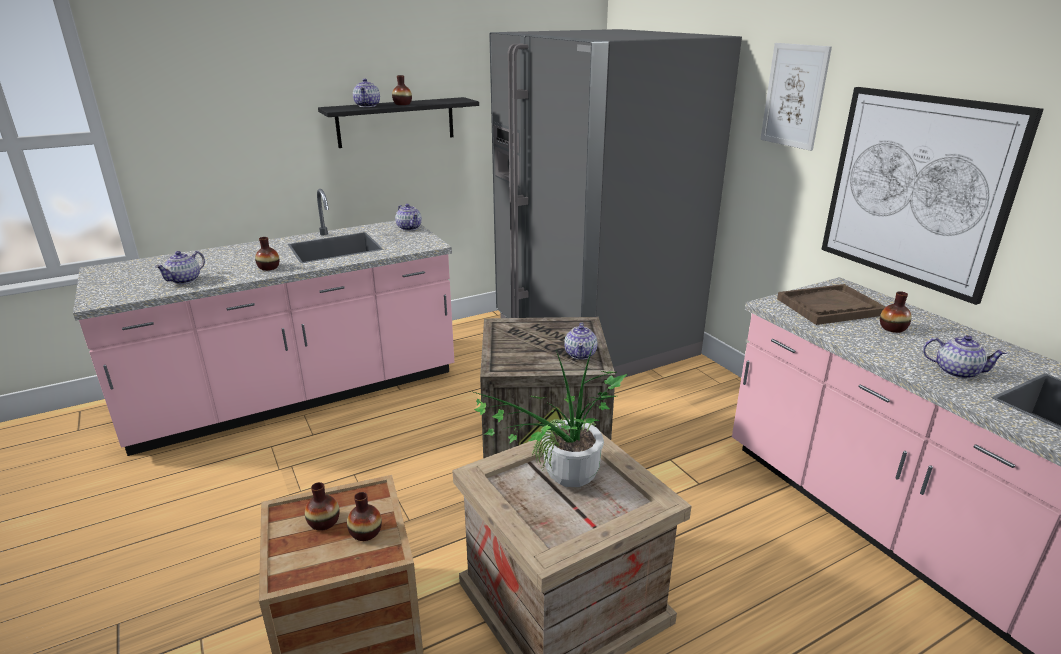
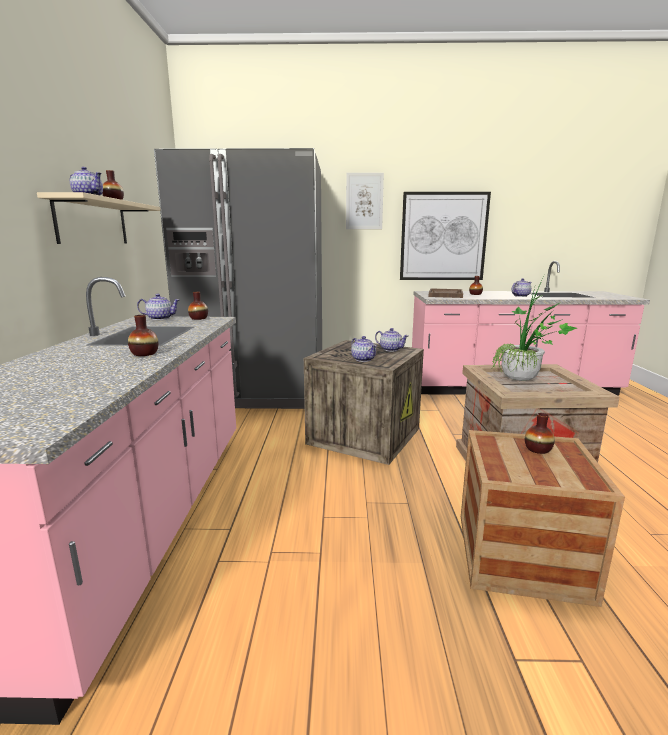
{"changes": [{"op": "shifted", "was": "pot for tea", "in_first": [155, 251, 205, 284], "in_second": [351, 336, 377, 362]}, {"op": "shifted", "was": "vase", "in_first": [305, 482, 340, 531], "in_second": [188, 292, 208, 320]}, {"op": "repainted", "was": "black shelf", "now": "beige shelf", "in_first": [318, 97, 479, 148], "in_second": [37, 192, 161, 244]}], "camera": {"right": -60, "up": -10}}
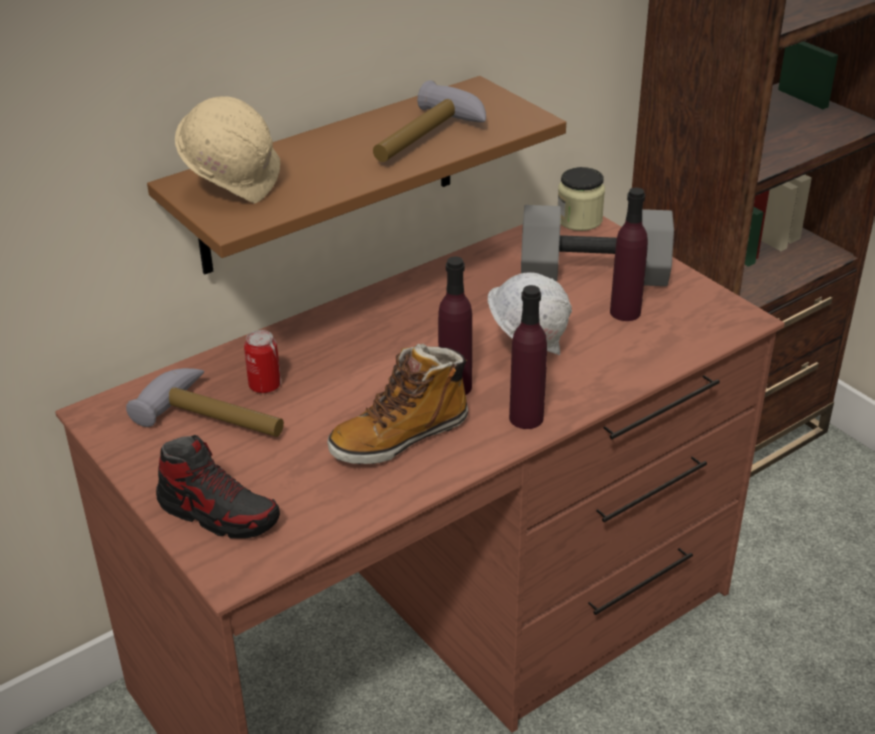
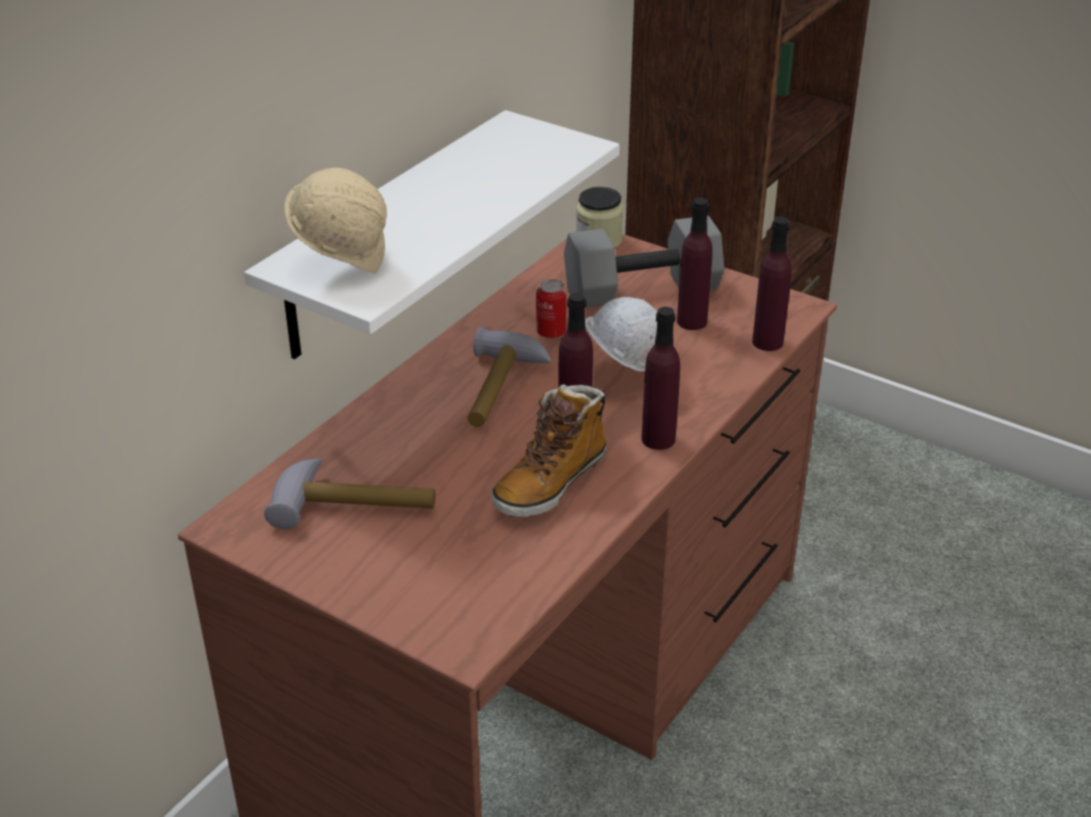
{"changes": [{"op": "gone", "was": "low shoe", "in_first": [156, 435, 280, 539]}, {"op": "new", "now": "purplish bottle", "in_second": [752, 217, 792, 351]}, {"op": "shifted", "was": "metal can", "in_first": [244, 330, 281, 393], "in_second": [536, 279, 566, 338]}, {"op": "shifted", "was": "hand hammer", "in_first": [373, 80, 486, 162], "in_second": [467, 326, 551, 427]}, {"op": "repainted", "was": "brown-coloured shelf", "now": "whitish shelf", "in_first": [147, 76, 566, 274], "in_second": [244, 110, 619, 359]}], "camera": {"right": -20, "up": 0}}
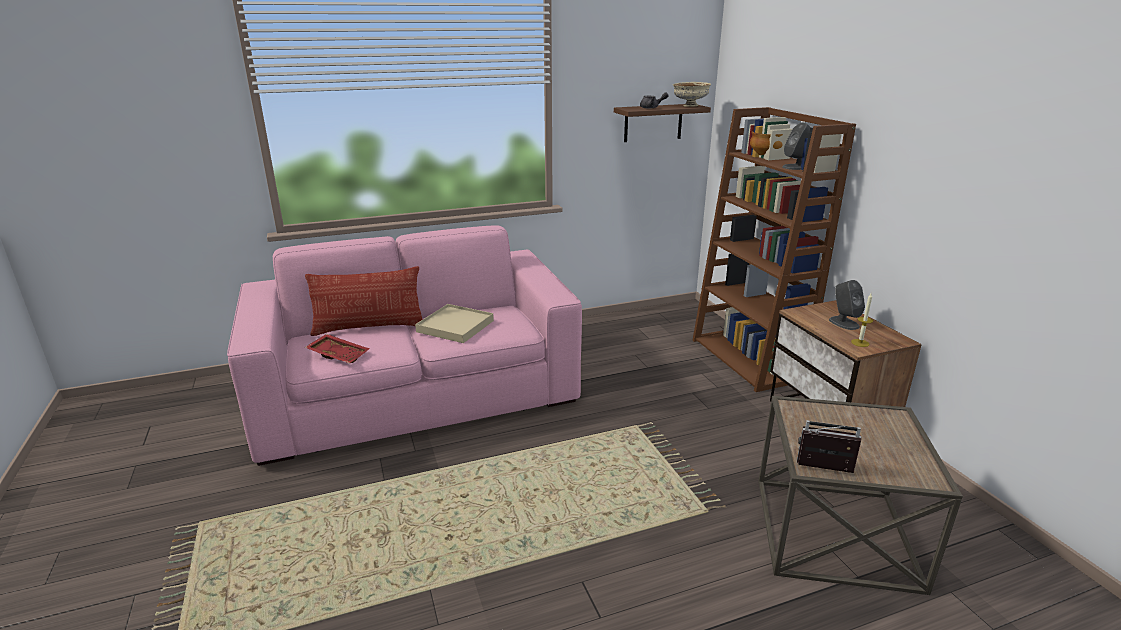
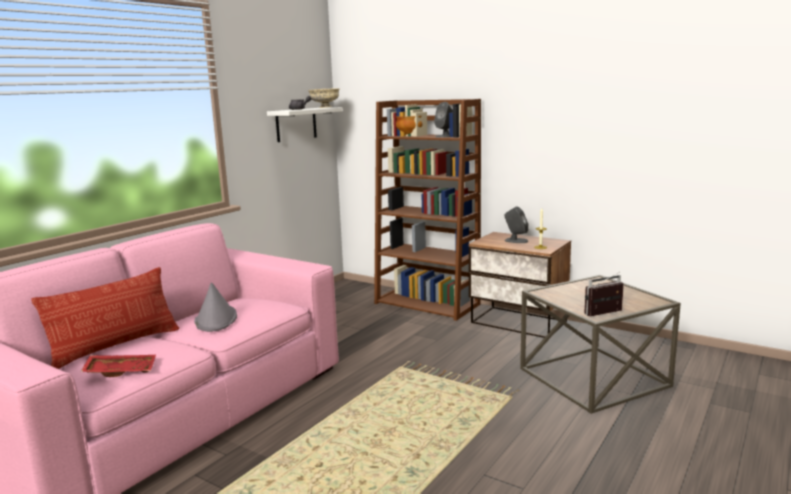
{"changes": [{"op": "swapped", "was": "beige tray", "now": "gray hat", "in_first": [415, 304, 494, 343], "in_second": [194, 282, 237, 332]}, {"op": "repainted", "was": "brown-coloured shelf", "now": "whitish shelf", "in_first": [614, 104, 711, 142], "in_second": [267, 107, 343, 142]}], "camera": {"right": -35, "up": -10}}
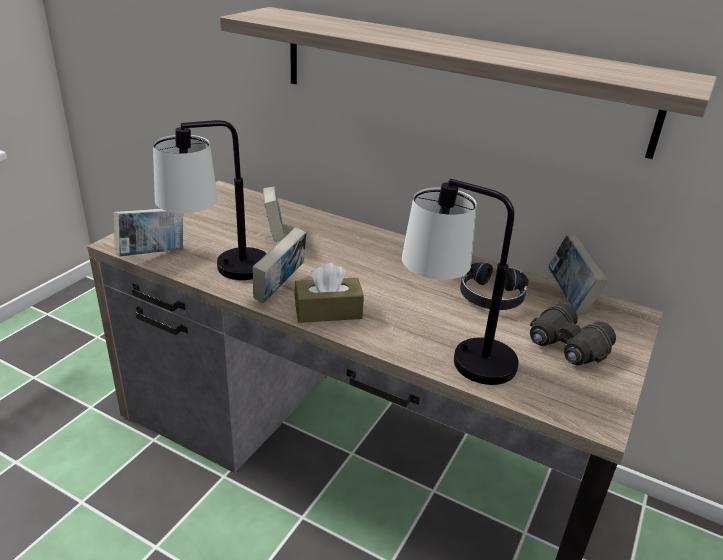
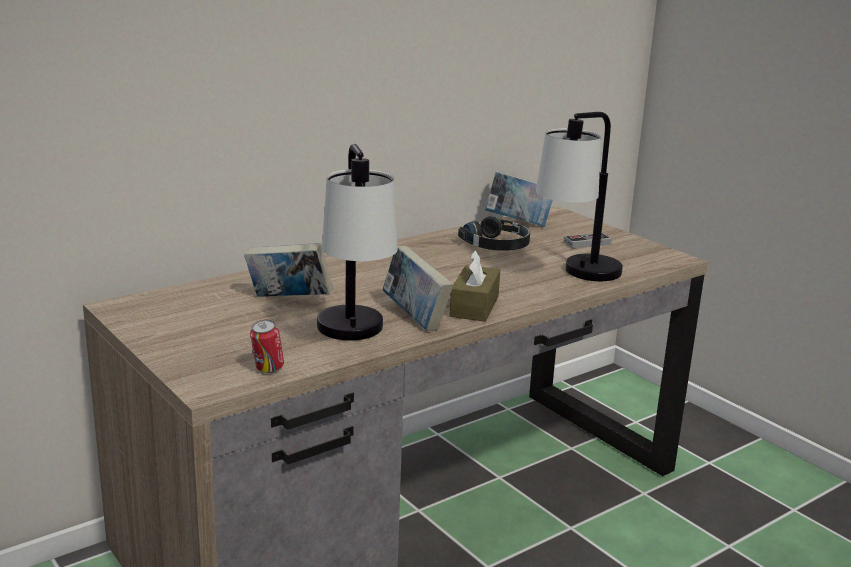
{"changes": [{"op": "gone", "was": "shelf", "in_first": [220, 7, 717, 159]}, {"op": "swapped", "was": "book", "now": "metal can", "in_first": [113, 209, 183, 256], "in_second": [250, 319, 284, 373]}, {"op": "swapped", "was": "black pair of binoculars", "now": "gamepad", "in_first": [530, 303, 616, 365], "in_second": [563, 233, 612, 248]}], "camera": {"right": -65, "up": -10}}
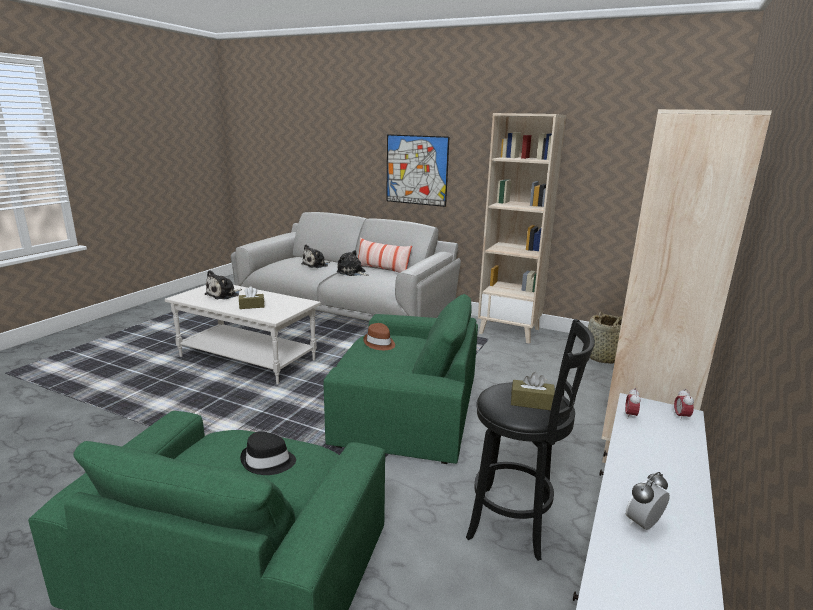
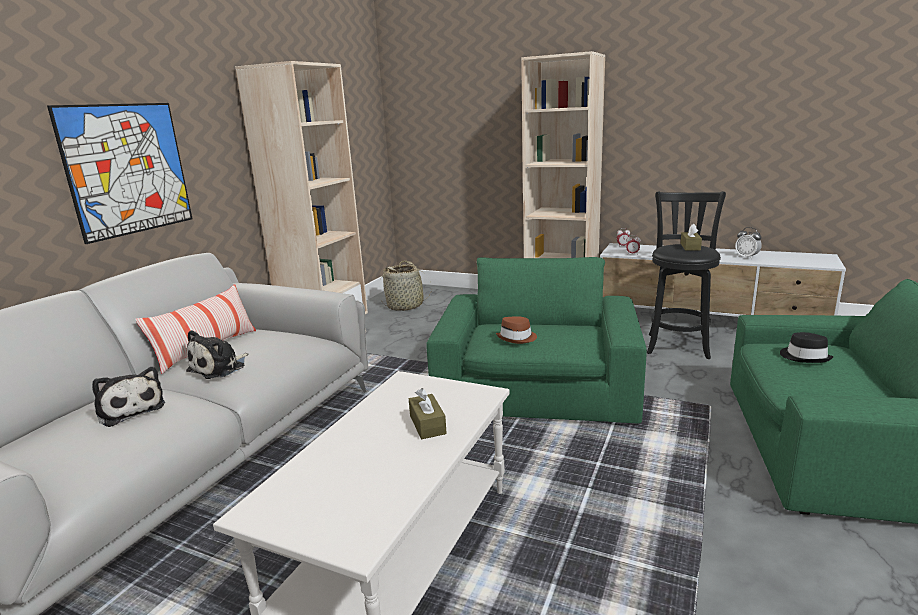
{"changes": [{"op": "gone", "was": "plush toy", "in_first": [204, 270, 242, 300]}], "camera": {"right": -90, "up": 0}}
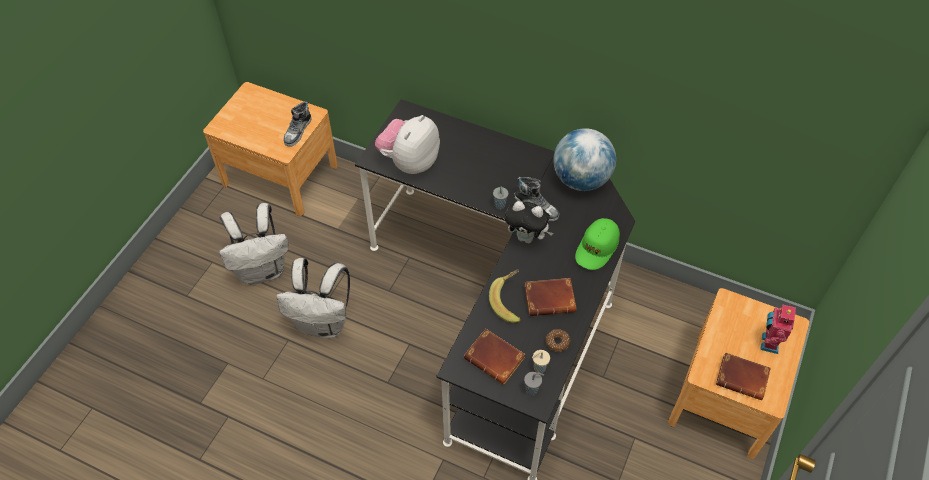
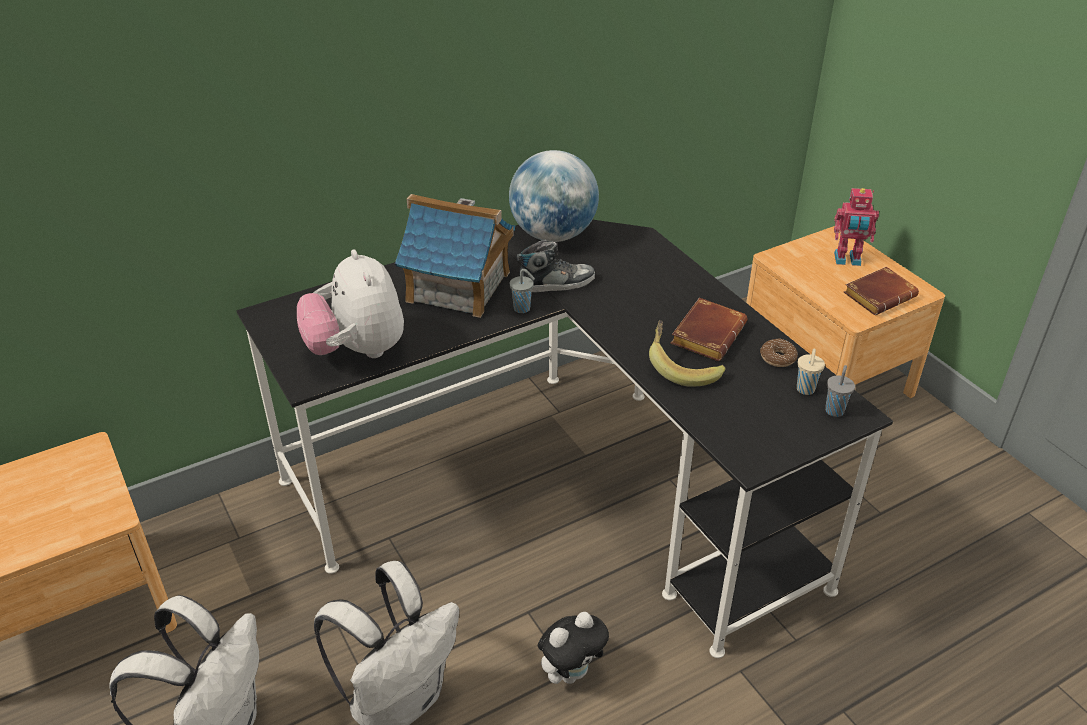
{"changes": [{"op": "gone", "was": "low shoe", "in_first": [284, 101, 311, 147]}, {"op": "gone", "was": "brown-coloured book", "in_first": [464, 329, 525, 385]}, {"op": "gone", "was": "green cap", "in_first": [575, 218, 620, 270]}, {"op": "new", "now": "miniature house", "in_second": [395, 194, 515, 318]}, {"op": "shifted", "was": "plush toy", "in_first": [505, 201, 553, 244], "in_second": [538, 612, 609, 684]}, {"op": "rotated", "was": "robot figure", "in_first": [760, 304, 796, 354], "in_second": [834, 188, 879, 266], "clockwise": -45}], "camera": {"right": -55, "up": -15}}
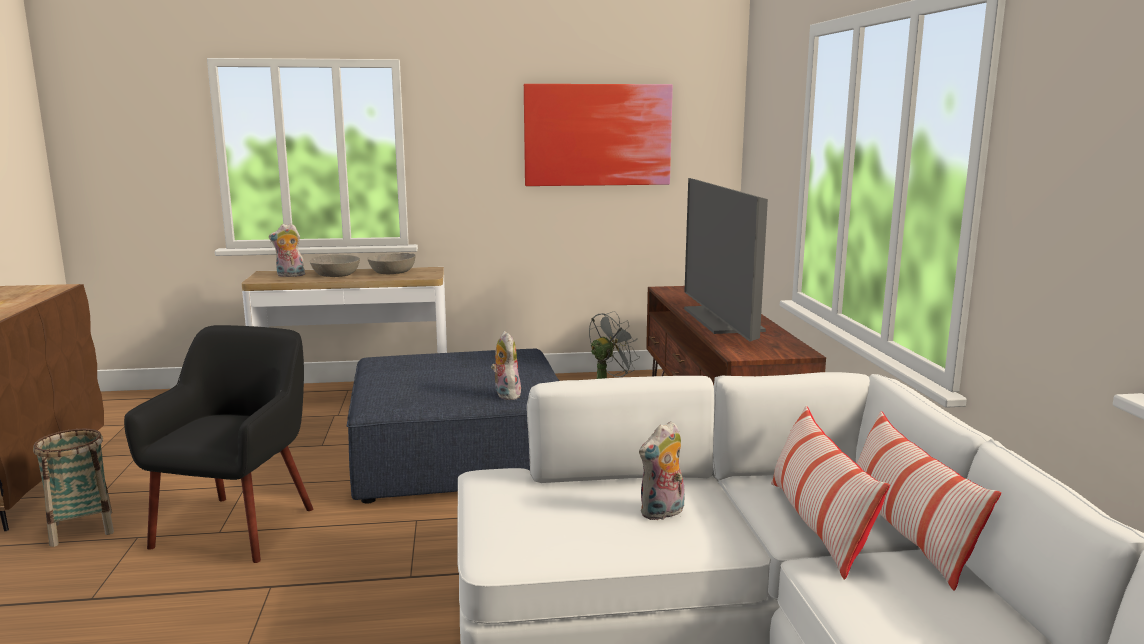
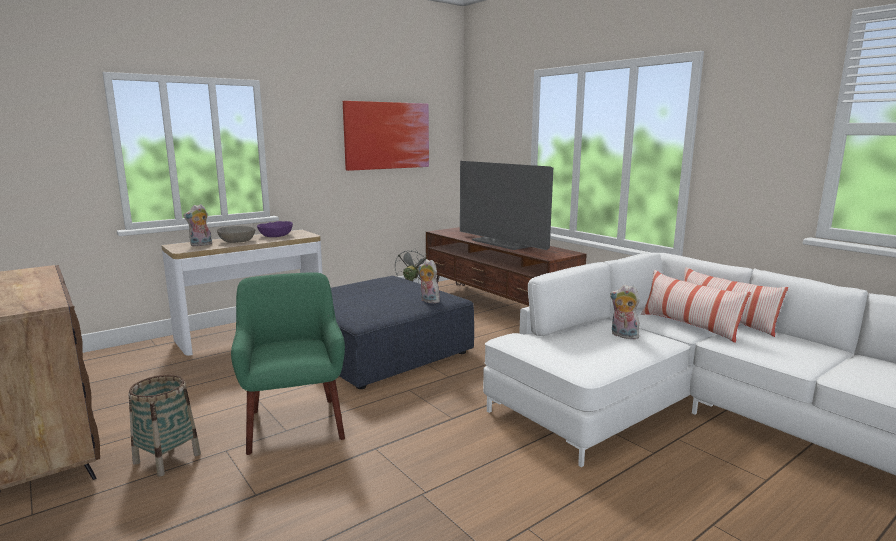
{"changes": [{"op": "repainted", "was": "black easy chair", "now": "green easy chair", "in_first": [124, 325, 313, 563], "in_second": [231, 272, 345, 455]}, {"op": "repainted", "was": "gray serving bowl", "now": "purplish serving bowl", "in_first": [367, 253, 416, 274], "in_second": [257, 221, 293, 237]}, {"op": "rotated", "was": "plush toy", "in_first": [639, 421, 685, 521], "in_second": [610, 285, 640, 339], "clockwise": 105}], "camera": {"right": -30, "up": 0}}
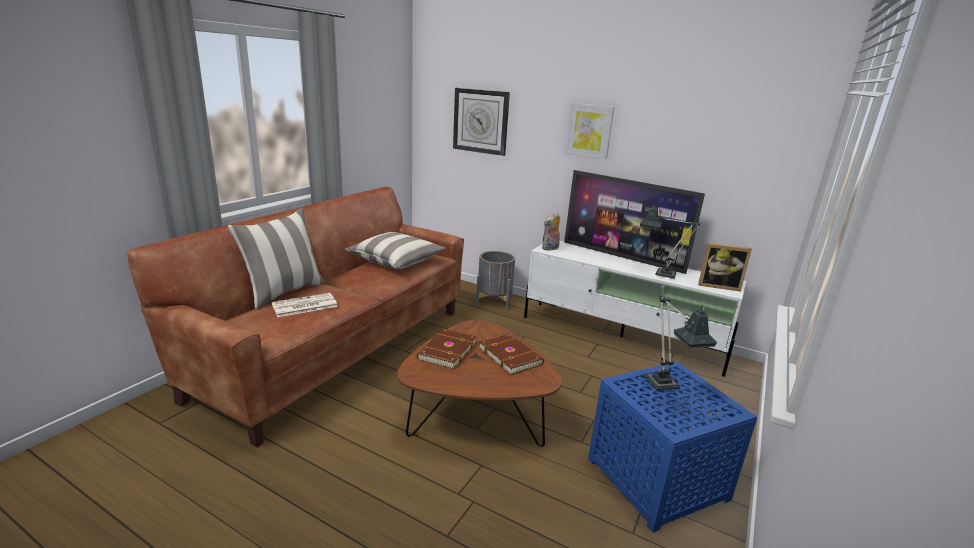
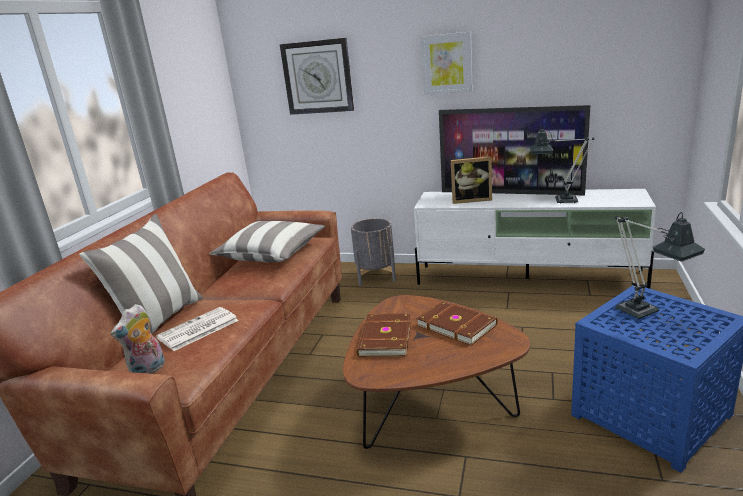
{"changes": [{"op": "shifted", "was": "plush toy", "in_first": [542, 211, 560, 251], "in_second": [111, 304, 165, 373]}, {"op": "shifted", "was": "standing frame", "in_first": [698, 243, 752, 292], "in_second": [451, 156, 492, 204]}], "camera": {"right": -10, "up": 0}}
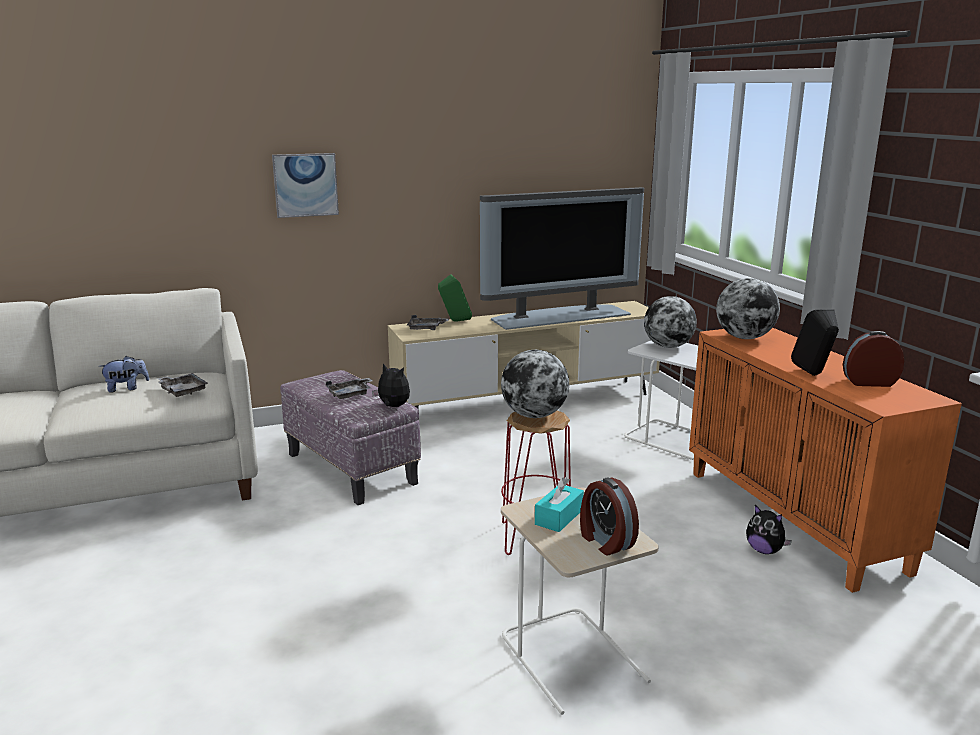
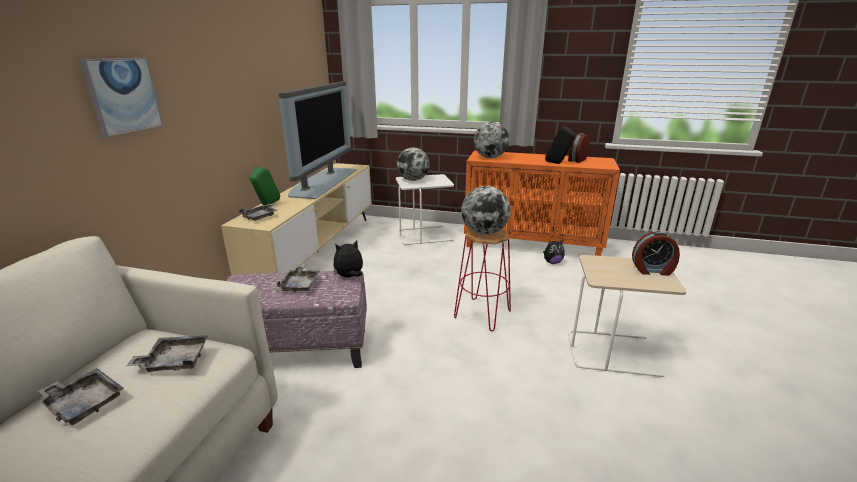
{"changes": [{"op": "gone", "was": "blue-green box of tissues", "in_first": [535, 477, 584, 532]}, {"op": "swapped", "was": "plush toy", "now": "gray tray", "in_first": [98, 356, 149, 393], "in_second": [38, 368, 124, 425]}], "camera": {"right": -55, "up": 5}}
